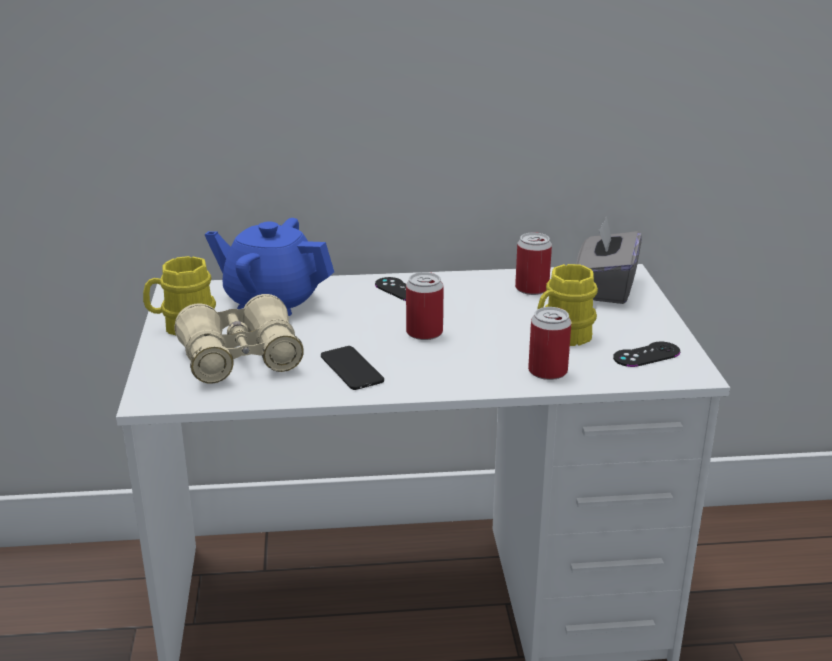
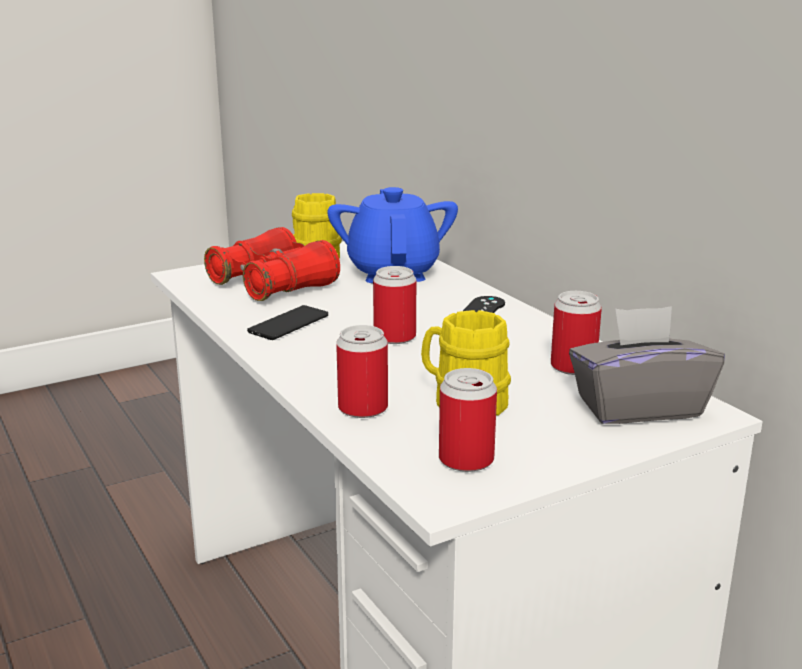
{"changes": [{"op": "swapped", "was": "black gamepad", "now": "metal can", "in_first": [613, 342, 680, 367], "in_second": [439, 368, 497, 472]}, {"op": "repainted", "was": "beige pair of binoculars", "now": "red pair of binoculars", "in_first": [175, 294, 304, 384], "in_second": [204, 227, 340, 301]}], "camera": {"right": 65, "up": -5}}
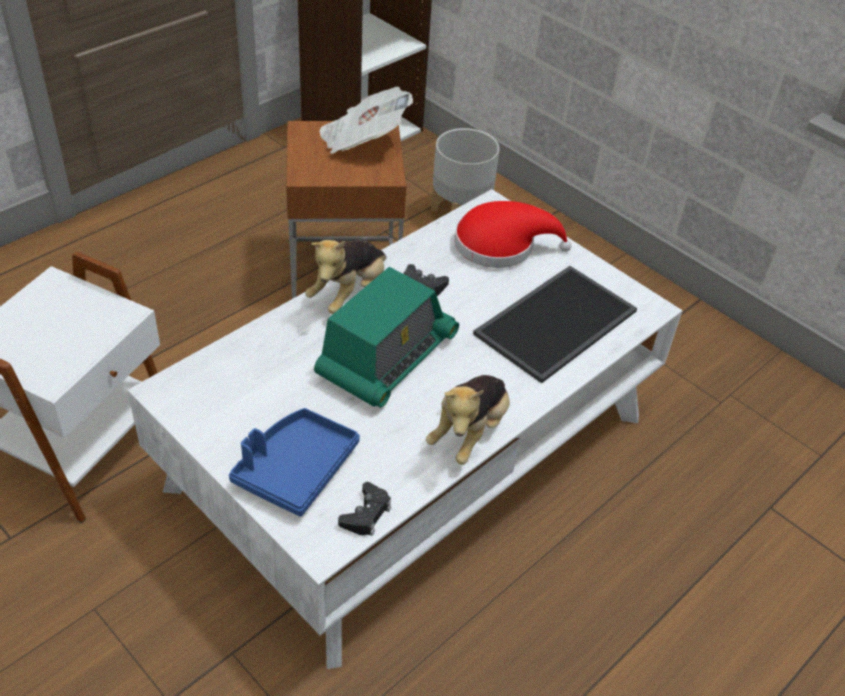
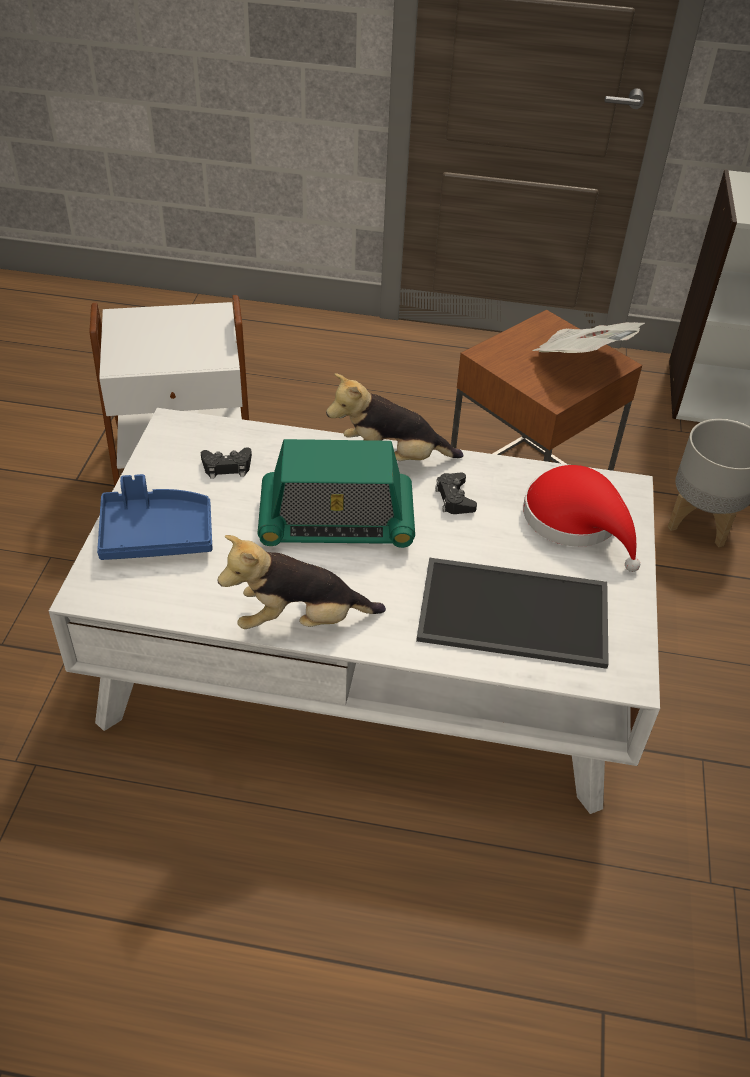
{"changes": [{"op": "shifted", "was": "black gamepad", "in_first": [338, 482, 391, 536], "in_second": [201, 447, 252, 479]}], "camera": {"right": 55, "up": 0}}
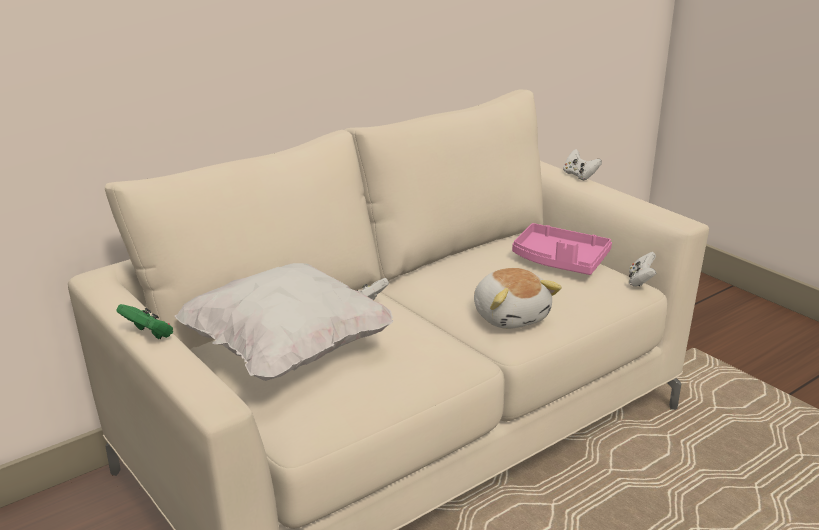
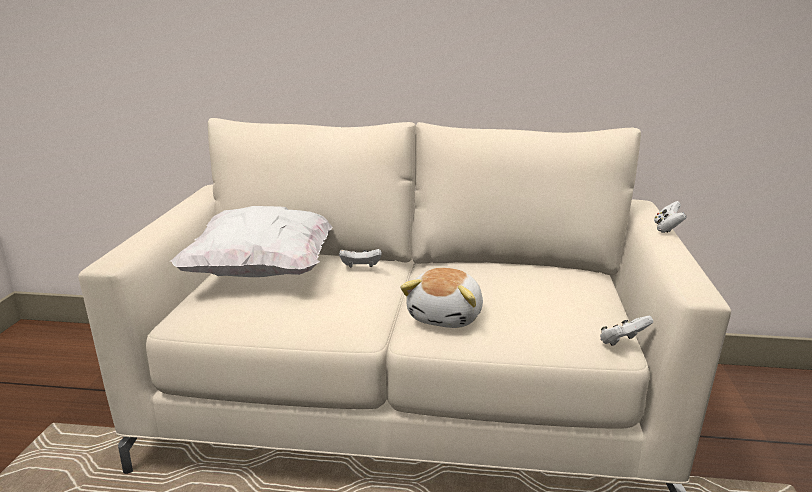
{"changes": [{"op": "gone", "was": "green gamepad", "in_first": [117, 304, 173, 339]}, {"op": "gone", "was": "pinkish tray", "in_first": [512, 223, 612, 275]}], "camera": {"right": 45, "up": -5}}
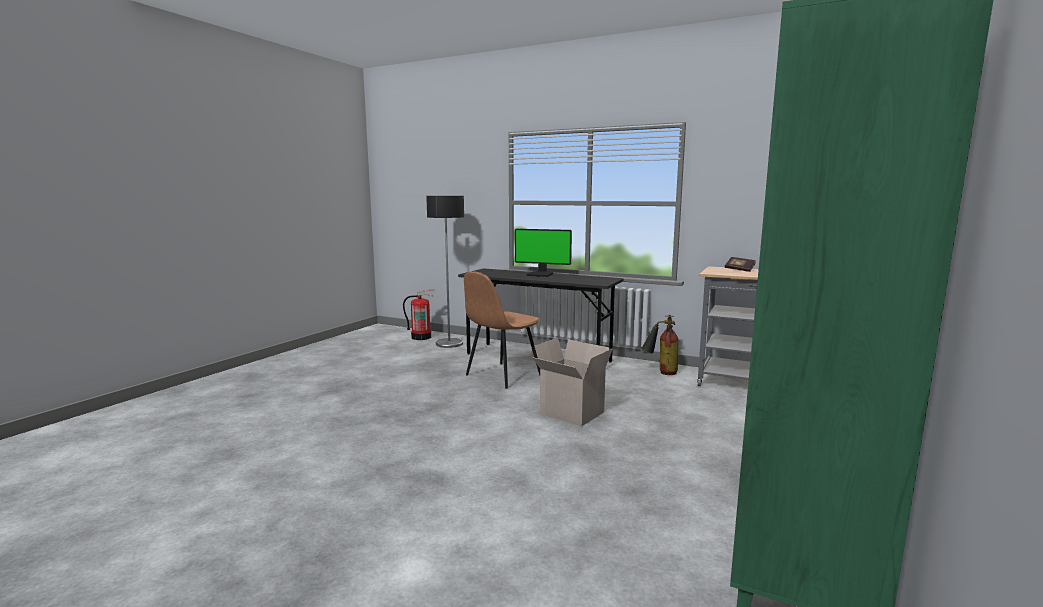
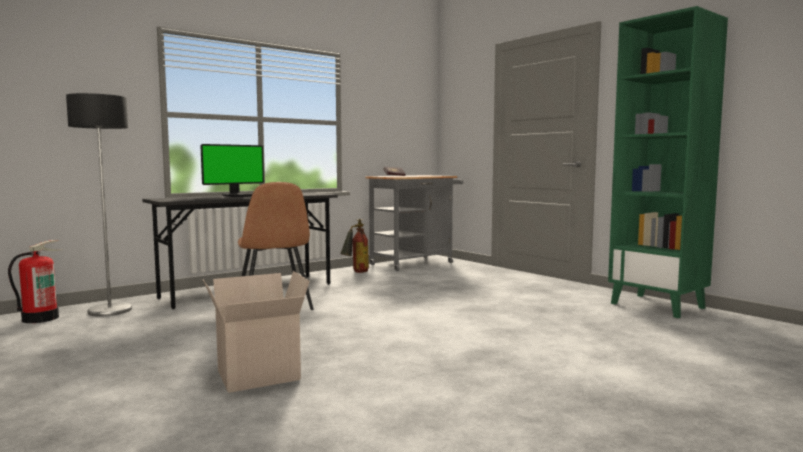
{"changes": [{"op": "shifted", "was": "packing box", "in_first": [532, 338, 613, 427], "in_second": [203, 271, 310, 393]}], "camera": {"right": -65, "up": -5}}
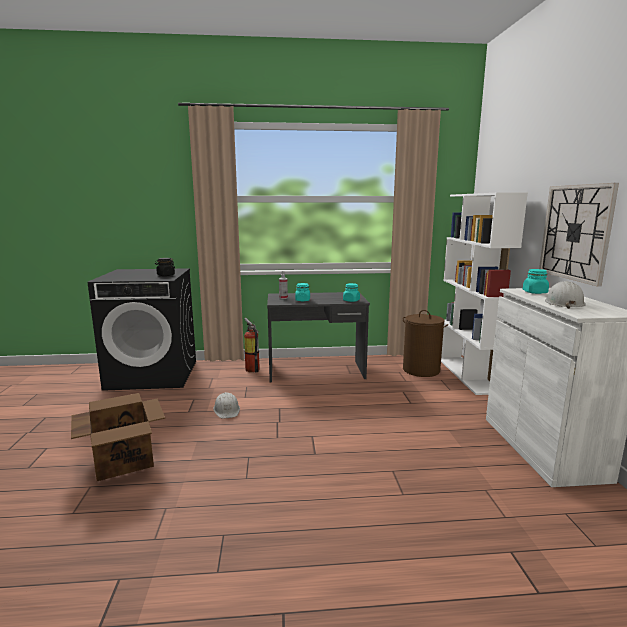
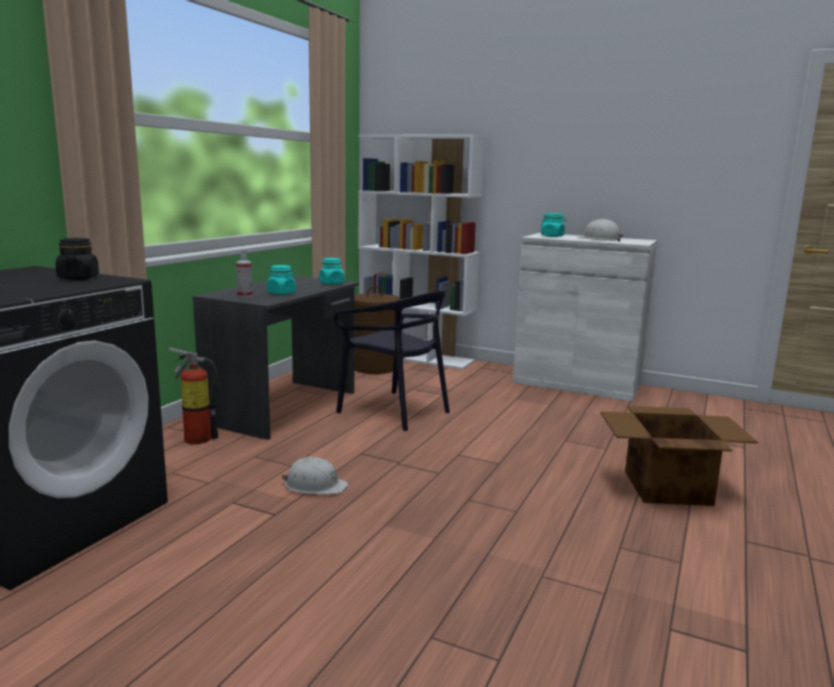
{"changes": [{"op": "gone", "was": "clock on the wall", "in_first": [539, 183, 619, 287]}, {"op": "new", "now": "black upright chair", "in_second": [334, 290, 450, 431]}, {"op": "shifted", "was": "packing box", "in_first": [71, 393, 165, 481], "in_second": [601, 406, 758, 506]}], "camera": {"right": -60, "up": 0}}
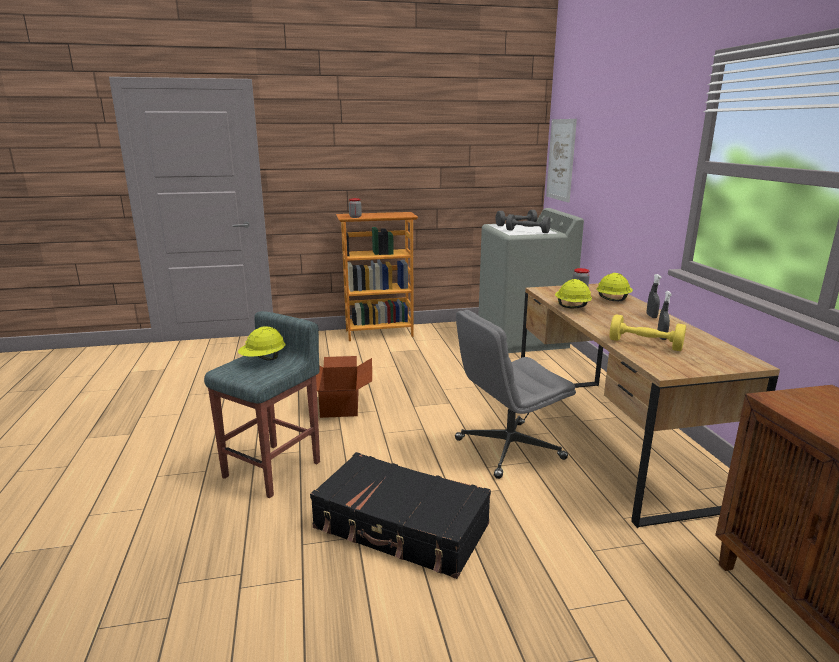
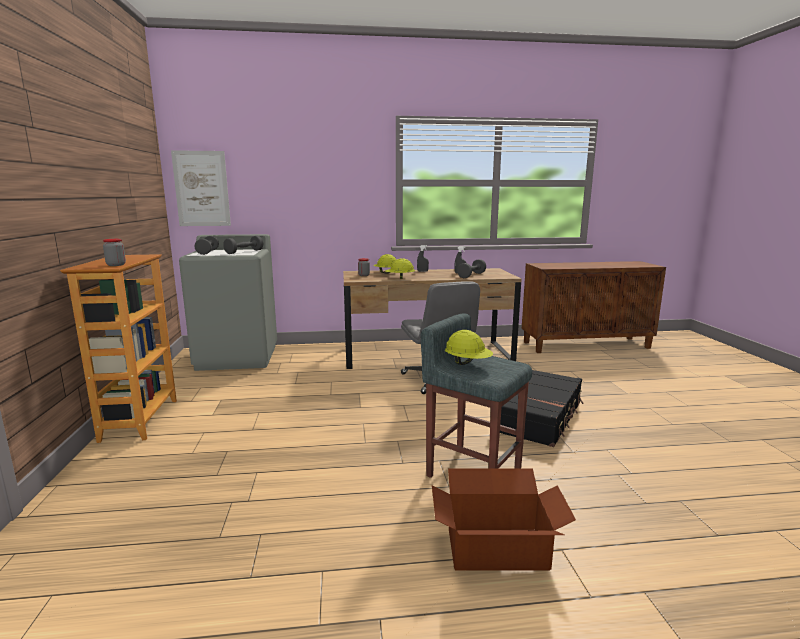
{"changes": [{"op": "shifted", "was": "packing box", "in_first": [316, 356, 372, 418], "in_second": [432, 468, 576, 571]}, {"op": "repainted", "was": "yellow-coloured free weight", "now": "gray free weight", "in_first": [610, 315, 686, 351], "in_second": [457, 259, 486, 278]}], "camera": {"right": -85, "up": -5}}
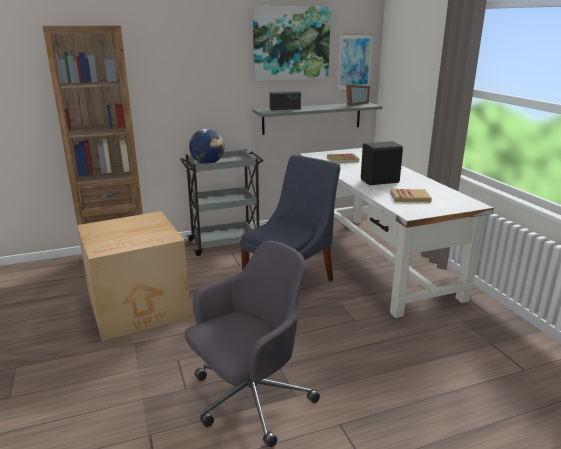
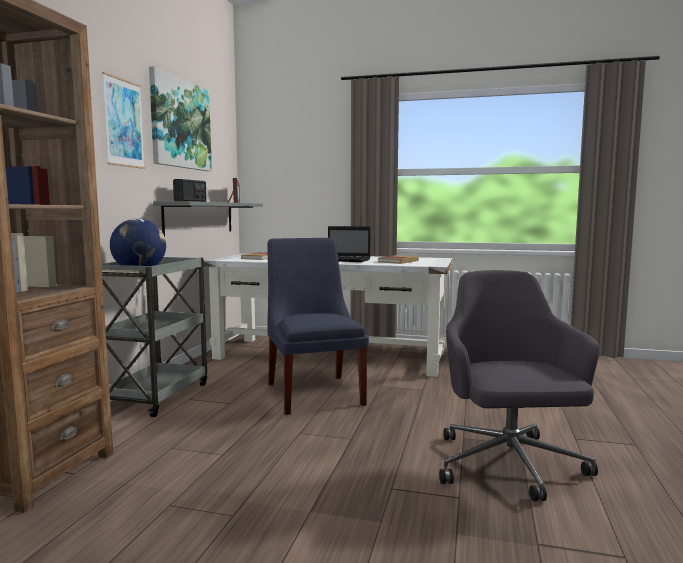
{"changes": [{"op": "gone", "was": "packing box", "in_first": [77, 211, 191, 341]}, {"op": "shifted", "was": "wall art", "in_first": [338, 34, 373, 91], "in_second": [102, 72, 145, 169]}, {"op": "swapped", "was": "black speaker", "now": "notebook computer", "in_first": [361, 141, 403, 185], "in_second": [328, 226, 371, 262]}], "camera": {"right": -55, "up": -15}}
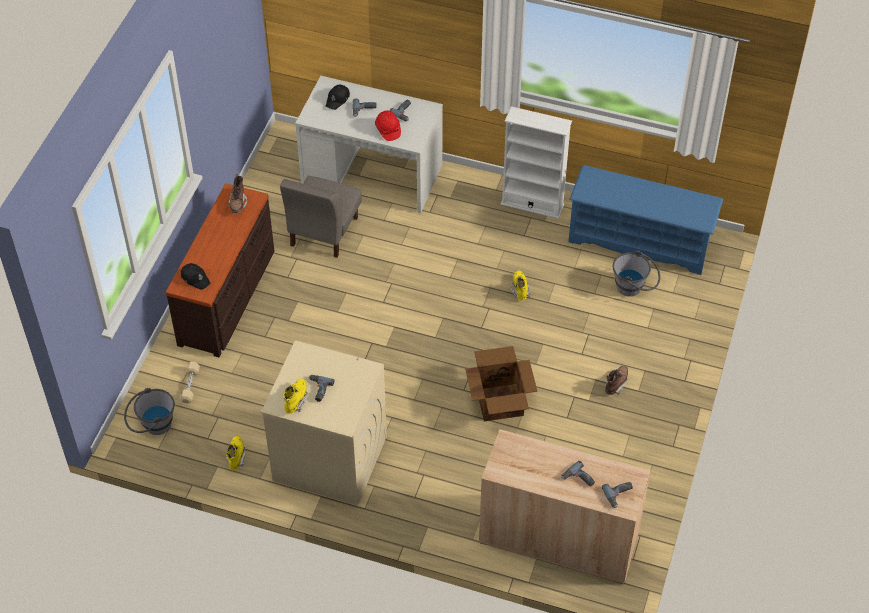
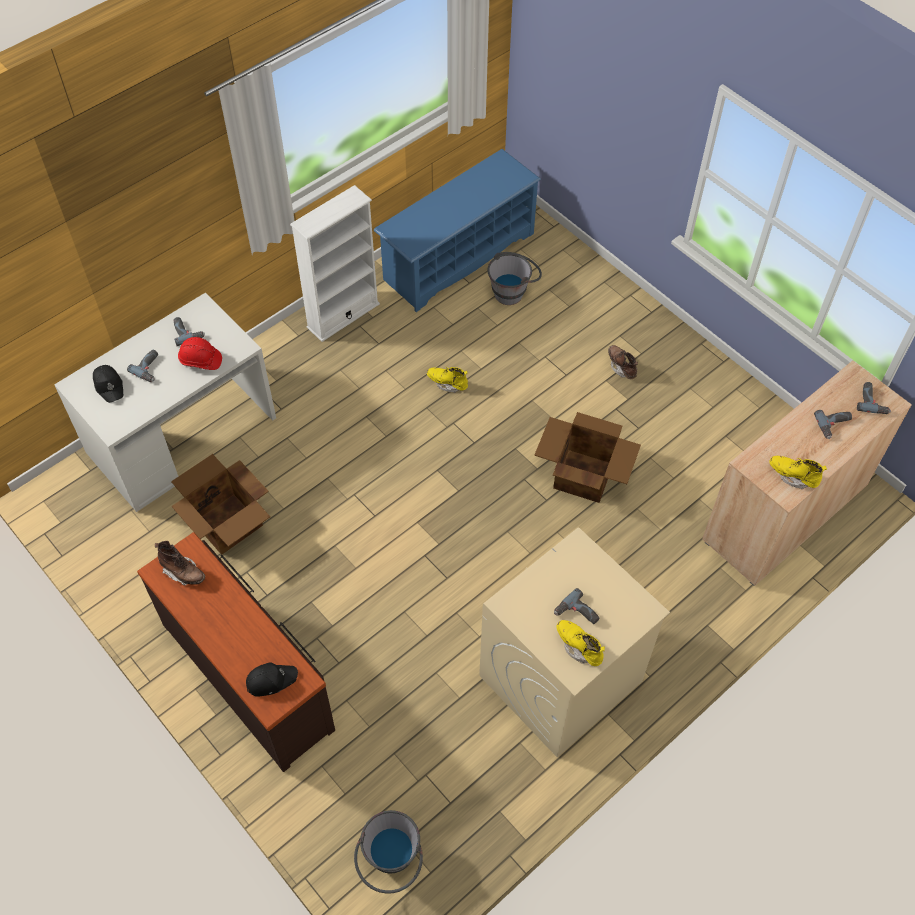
{"changes": [{"op": "gone", "was": "beige free weight", "in_first": [180, 361, 200, 404]}, {"op": "shifted", "was": "yellow-coloured tall boot", "in_first": [226, 436, 246, 470], "in_second": [769, 456, 827, 489]}, {"op": "swapped", "was": "gray upright chair", "now": "packing box", "in_first": [280, 176, 362, 258], "in_second": [171, 454, 270, 555]}], "camera": {"right": -60, "up": 5}}
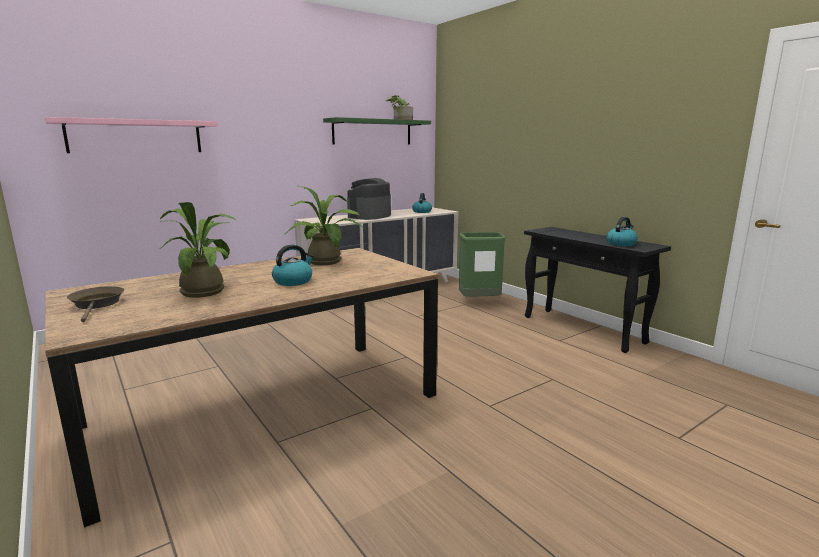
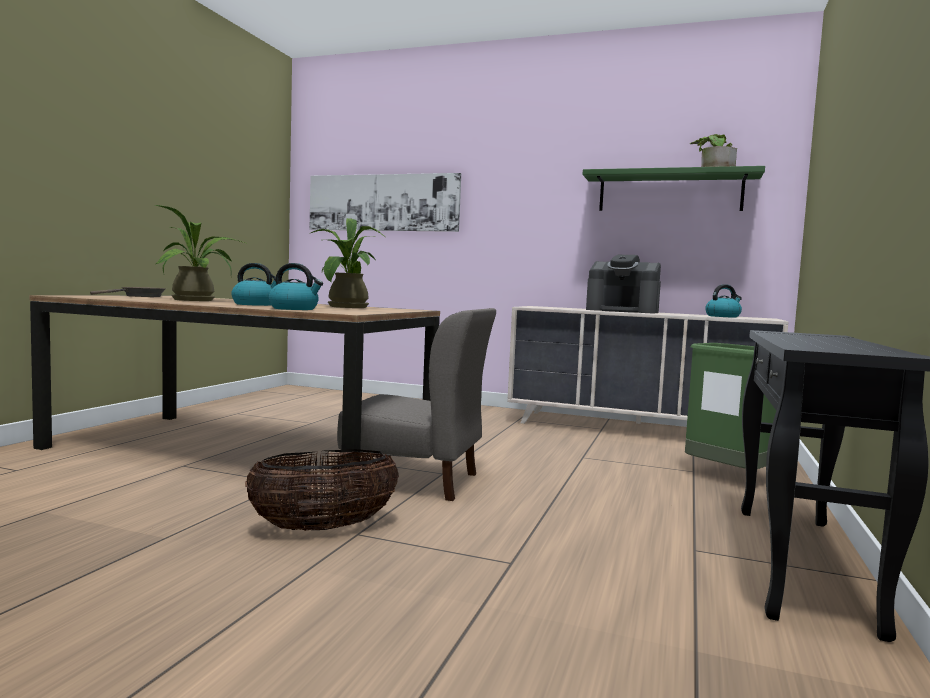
{"changes": [{"op": "new", "now": "household basket", "in_second": [245, 449, 399, 531]}, {"op": "new", "now": "gray upright chair", "in_second": [337, 308, 496, 501]}, {"op": "shifted", "was": "water kettle", "in_first": [606, 217, 638, 246], "in_second": [269, 263, 323, 310]}, {"op": "swapped", "was": "pinkish shelf", "now": "wall art", "in_first": [45, 117, 218, 153], "in_second": [310, 173, 461, 232]}, {"op": "rotated", "was": "coffee machine", "in_first": [347, 178, 391, 220], "in_second": [586, 255, 661, 313], "clockwise": -150}], "camera": {"right": 55, "up": -10}}
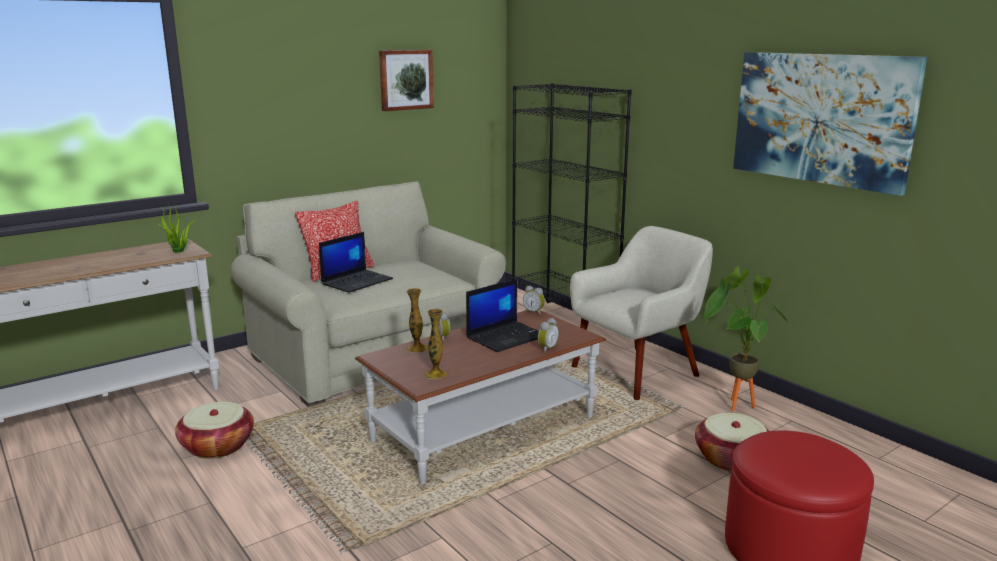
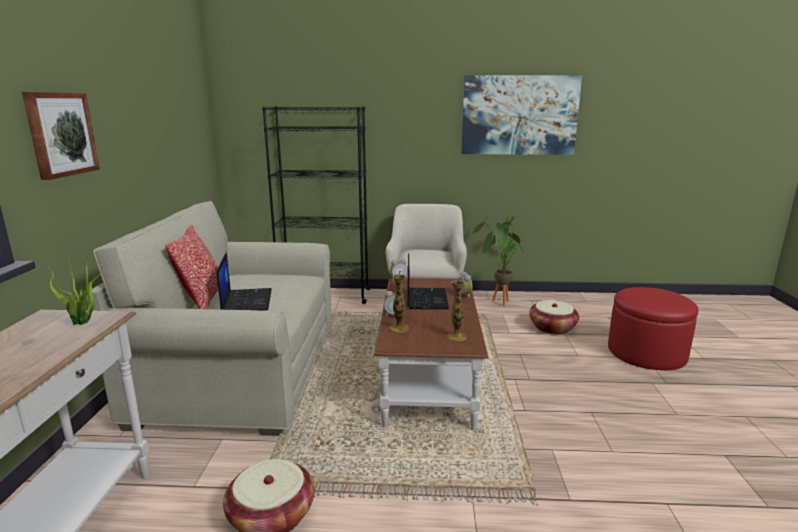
{"changes": [{"op": "shifted", "was": "wall art", "in_first": [379, 50, 434, 111], "in_second": [22, 92, 100, 180]}], "camera": {"right": -50, "up": 0}}
